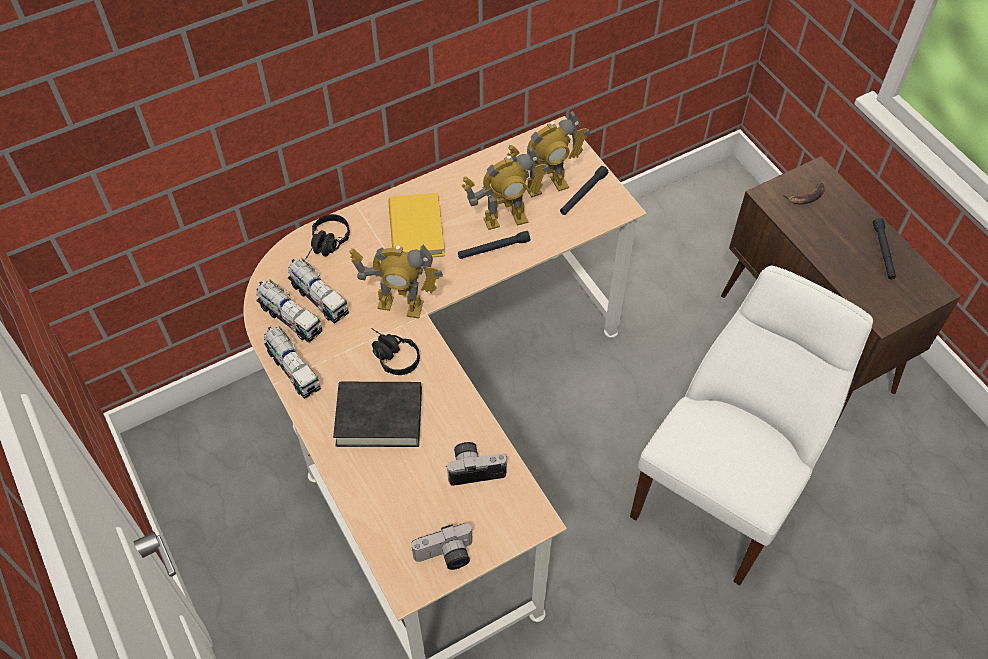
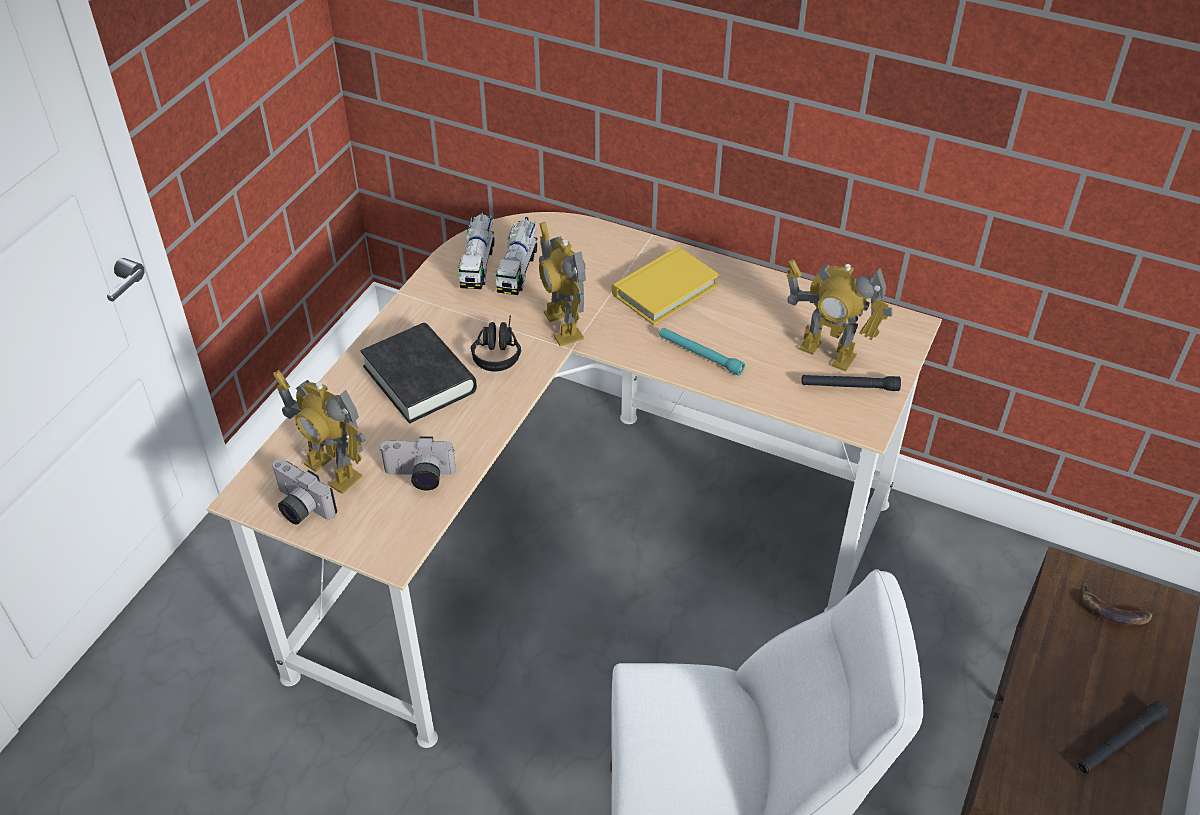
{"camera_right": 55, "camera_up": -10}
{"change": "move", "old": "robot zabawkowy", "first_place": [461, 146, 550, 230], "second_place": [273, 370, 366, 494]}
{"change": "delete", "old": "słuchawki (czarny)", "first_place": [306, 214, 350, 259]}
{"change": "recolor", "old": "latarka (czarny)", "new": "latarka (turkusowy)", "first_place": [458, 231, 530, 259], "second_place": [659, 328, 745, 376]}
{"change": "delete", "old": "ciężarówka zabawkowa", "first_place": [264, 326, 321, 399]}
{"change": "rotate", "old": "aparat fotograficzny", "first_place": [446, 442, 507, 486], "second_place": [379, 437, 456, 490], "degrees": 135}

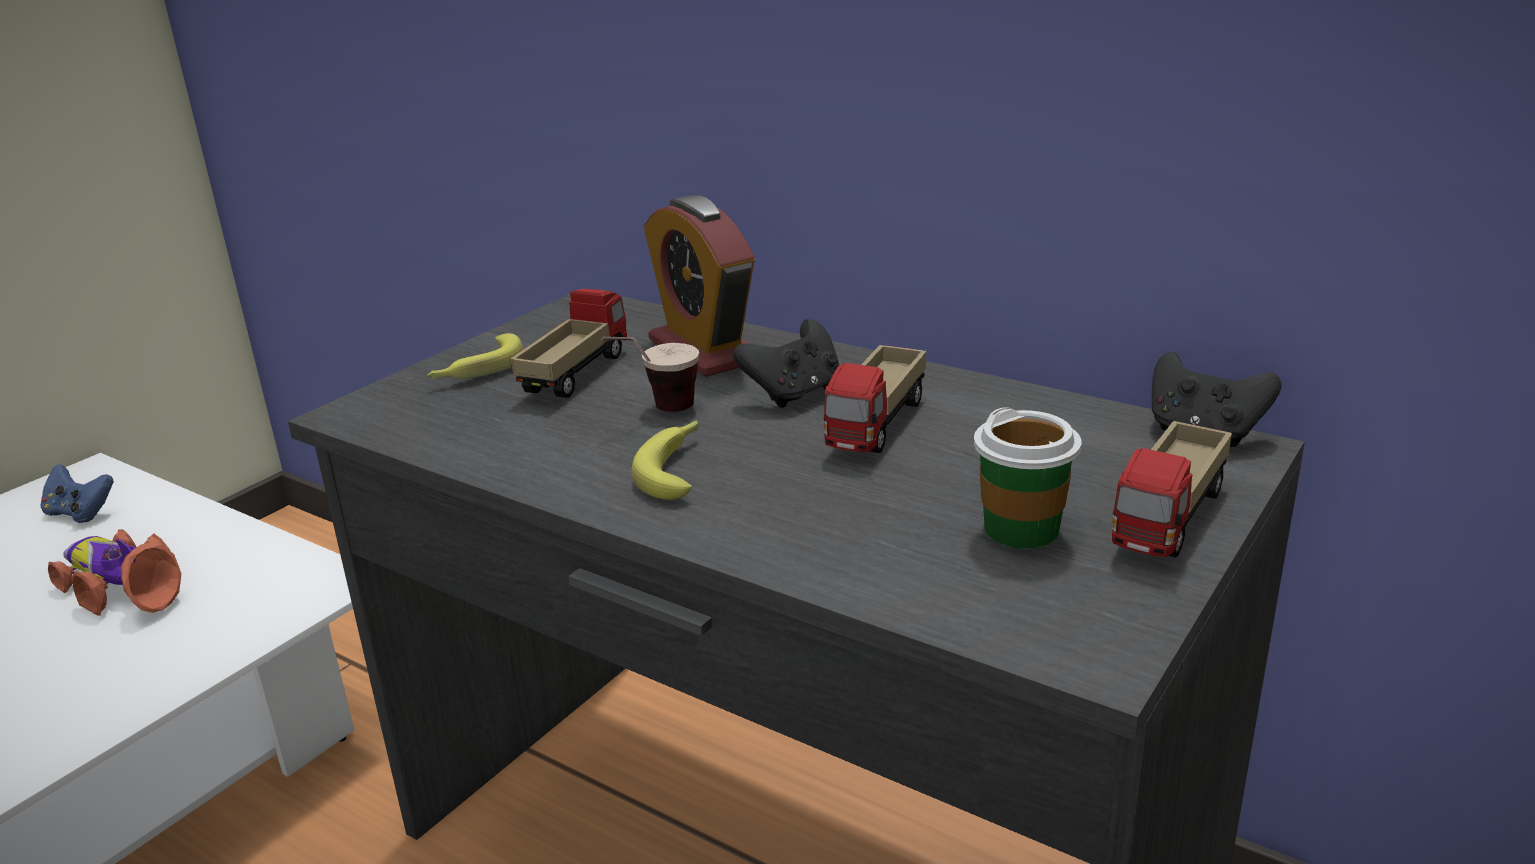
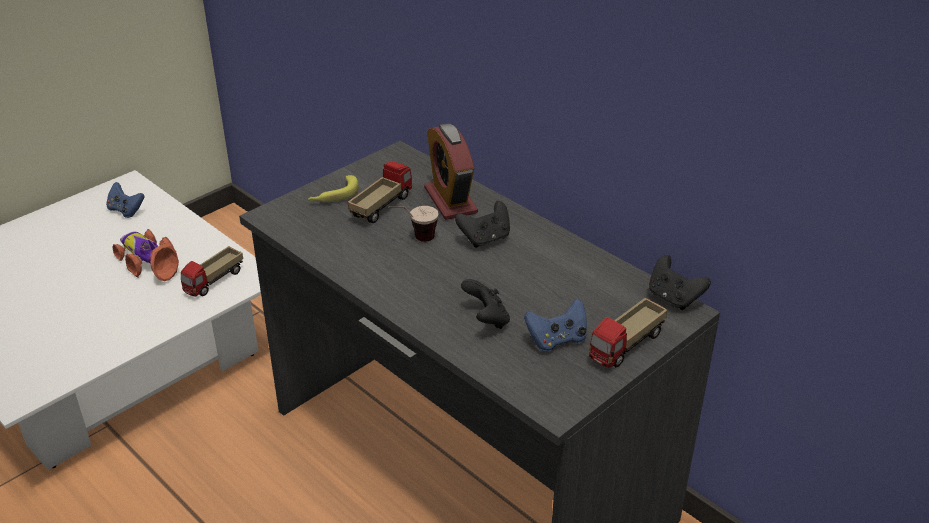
{"camera_right": 10, "camera_up": 10}
{"change": "move", "old": "ciężarówka zabawkowa", "first_place": [824, 345, 926, 453], "second_place": [181, 246, 243, 297]}
{"change": "replace", "old": "filiżanka", "new": "pad do gier (niebieski)", "first_place": [974, 407, 1082, 549], "second_place": [524, 299, 587, 352]}
{"change": "delete", "old": "banan", "first_place": [632, 420, 698, 500]}
{"change": "insert", "new": "pad do gier (czarny)", "second_place": [461, 279, 510, 329]}

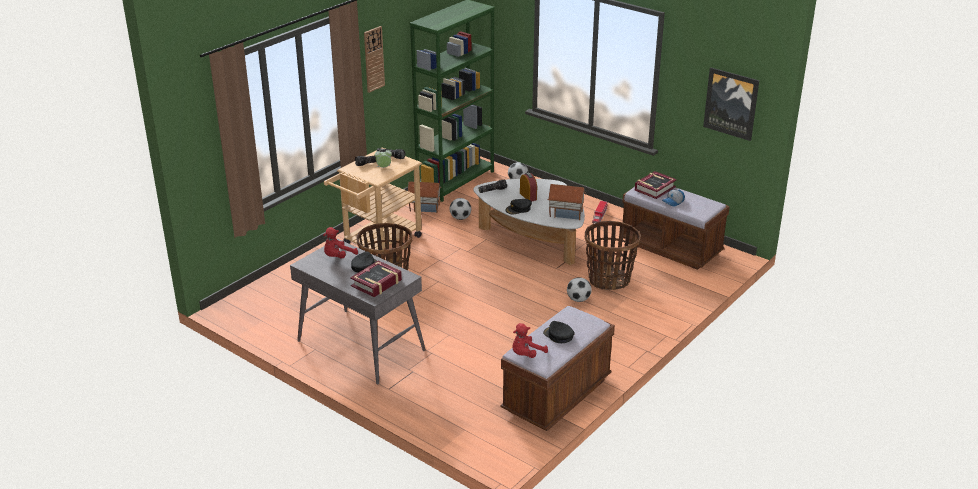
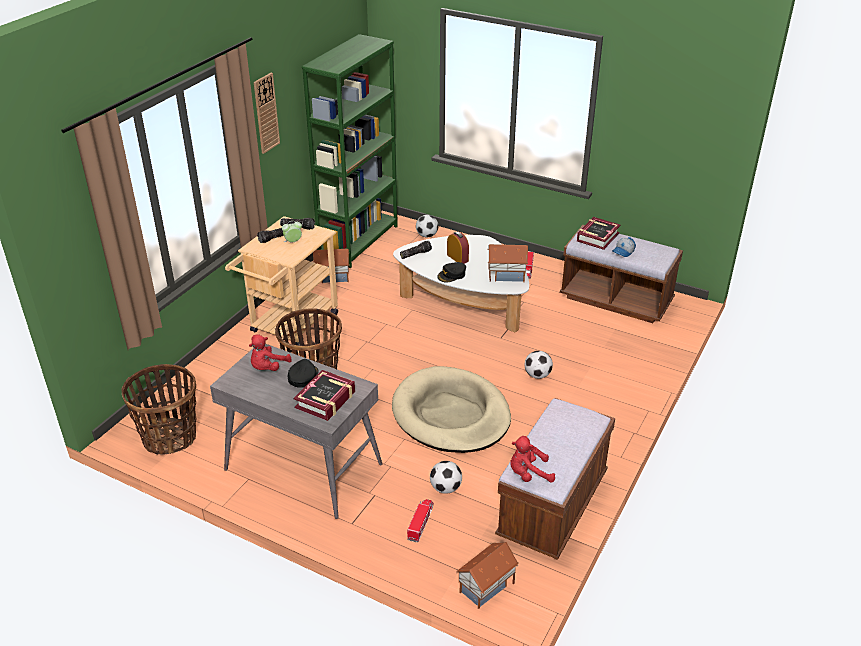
{"camera_right": -10, "camera_up": 5}
{"change": "delete", "old": "obraz", "first_place": [703, 68, 759, 141]}
{"change": "move", "old": "piłka futbolowa", "first_place": [450, 198, 471, 220], "second_place": [430, 461, 462, 494]}
{"change": "move", "old": "koszyk", "first_place": [585, 221, 641, 290], "second_place": [121, 364, 196, 455]}
{"change": "delete", "old": "czapka z daszkiem (czarny)", "first_place": [543, 321, 575, 343]}
{"change": "rotate", "old": "pluszak (czerwony)", "first_place": [512, 323, 548, 358], "second_place": [510, 436, 555, 482], "degrees": 45}
{"change": "insert", "new": "legowisko (beżowy)", "second_place": [392, 366, 511, 453]}
{"change": "insert", "new": "ciężarówka zabawkowa", "second_place": [407, 499, 434, 542]}
{"change": "insert", "new": "domek", "second_place": [456, 542, 519, 609]}

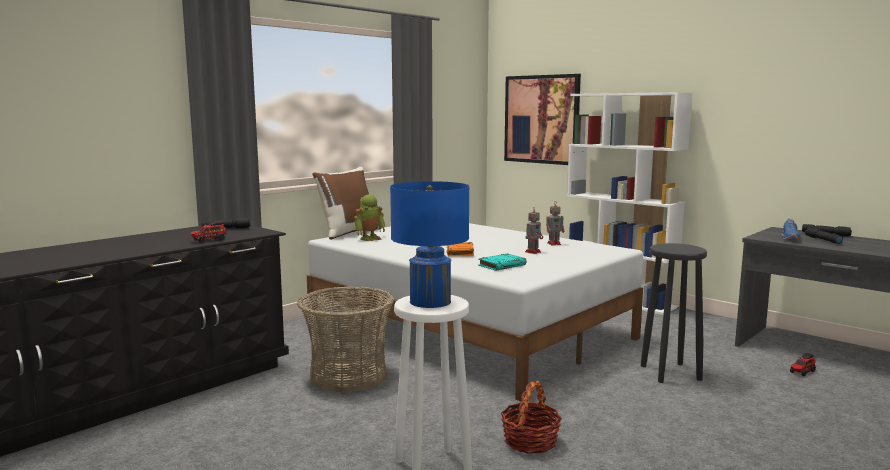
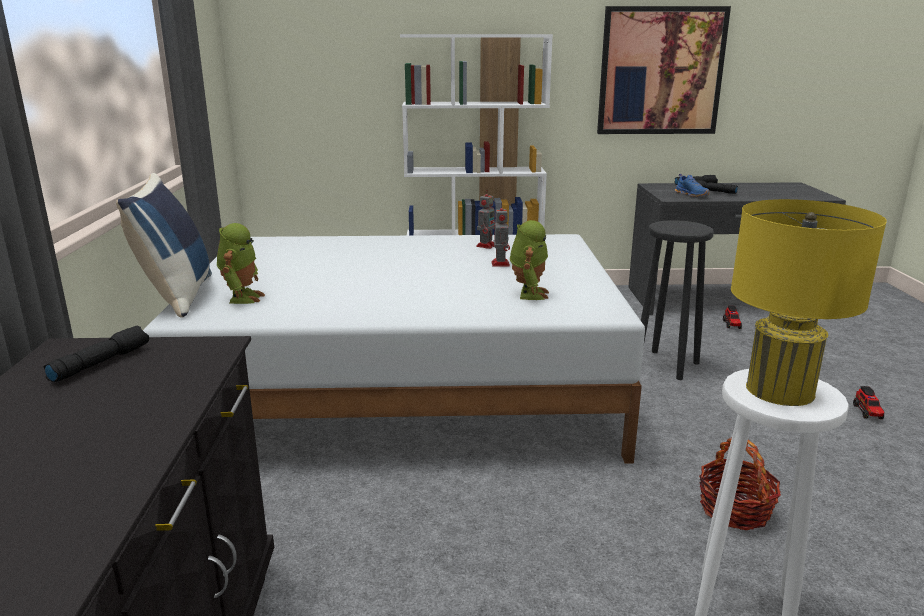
{"camera_right": -45, "camera_up": 10}
{"change": "move", "old": "obraz", "first_place": [504, 74, 581, 165], "second_place": [597, 6, 731, 134]}
{"change": "recolor", "old": "poduszka (brązowy)", "new": "poduszka (niebieski)", "first_place": [312, 167, 380, 240], "second_place": [116, 173, 212, 318]}
{"change": "recolor", "old": "lampa stołowa (niebieski)", "new": "lampa stołowa (żółty)", "first_place": [390, 181, 470, 308], "second_place": [731, 199, 887, 406]}
{"change": "move", "old": "ciężarówka zabawkowa", "first_place": [190, 222, 227, 243], "second_place": [853, 386, 885, 419]}
{"change": "delete", "old": "książka (pomarańczowy)", "first_place": [447, 242, 474, 256]}
{"change": "replace", "old": "książka (turkusowy)", "new": "robot zabawkowy", "first_place": [478, 253, 526, 271], "second_place": [510, 220, 549, 300]}
{"change": "delete", "old": "koszyk", "first_place": [297, 286, 394, 392]}

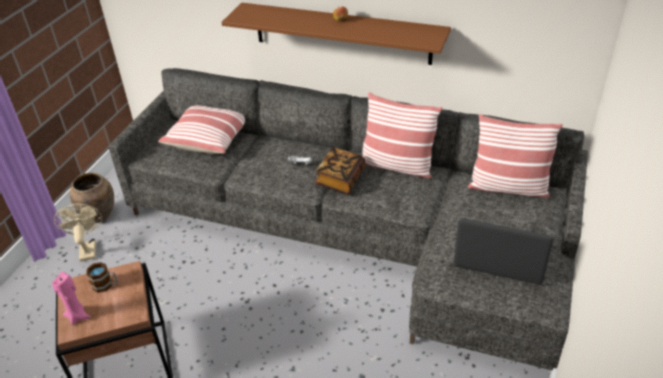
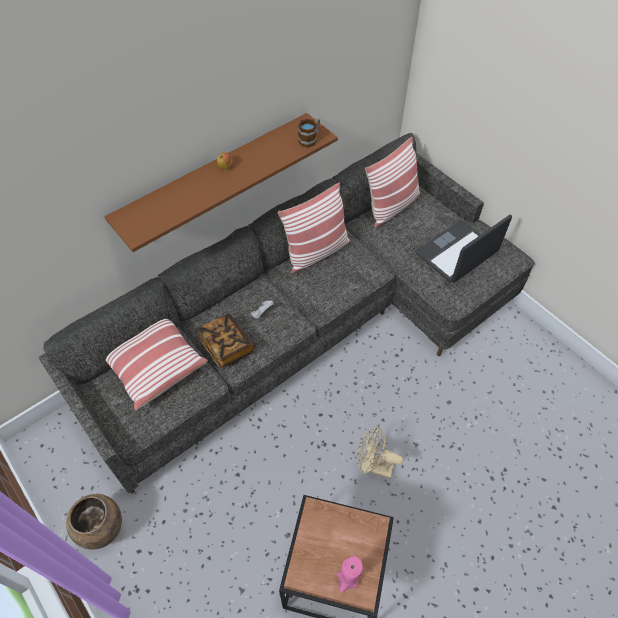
{"camera_right": -60, "camera_up": 15}
{"change": "move", "old": "książka", "first_place": [315, 148, 365, 195], "second_place": [198, 314, 254, 368]}
{"change": "move", "old": "wentylator (beżowy)", "first_place": [54, 204, 103, 262], "second_place": [357, 426, 403, 478]}
{"change": "move", "old": "kubek", "first_place": [86, 262, 118, 293], "second_place": [298, 119, 320, 148]}

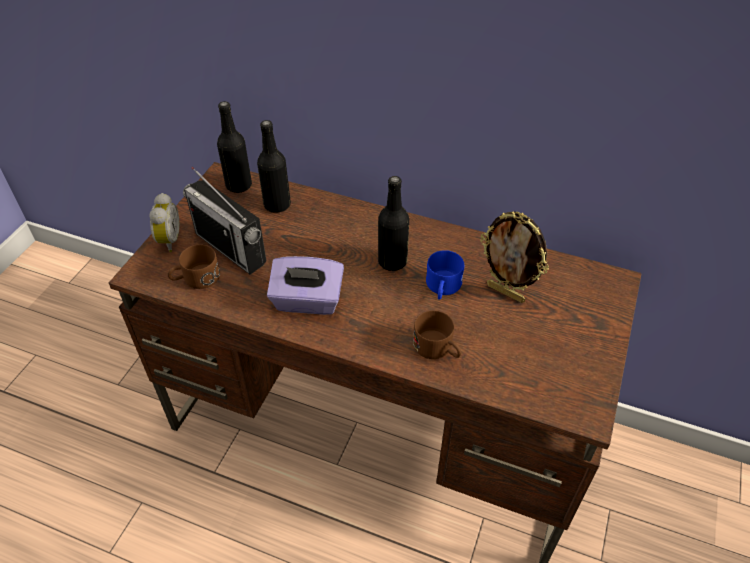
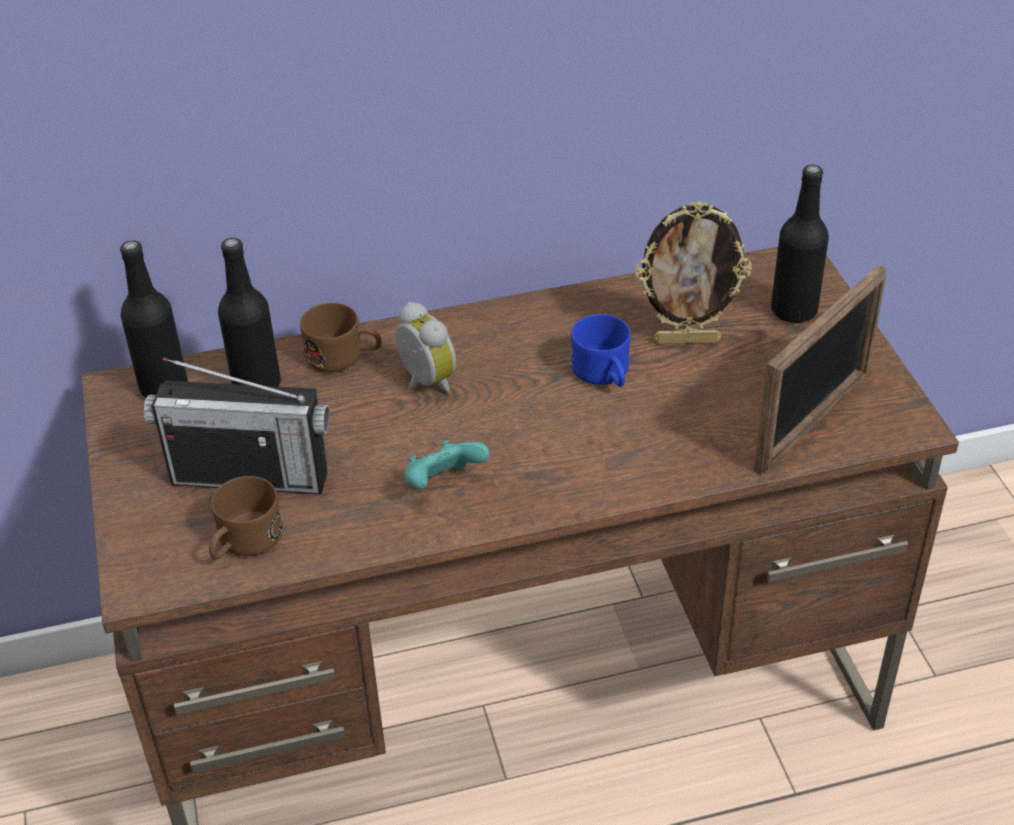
{"camera_right": -35, "camera_up": -5}
{"change": "move", "old": "butelka (czarny)", "first_place": [378, 176, 409, 271], "second_place": [771, 165, 829, 323]}
{"change": "move", "old": "budzik", "first_place": [149, 193, 179, 252], "second_place": [395, 302, 456, 394]}
{"change": "replace", "old": "pudełko chusteczek (fioletowy)", "new": "pad do gier (turkusowy)", "first_place": [267, 256, 344, 315], "second_place": [404, 440, 490, 490]}
{"change": "move", "old": "kubek (brązowy)", "first_place": [413, 310, 461, 359], "second_place": [300, 303, 382, 372]}
{"change": "insert", "new": "ramka na zdjęcie", "second_place": [754, 264, 886, 475]}

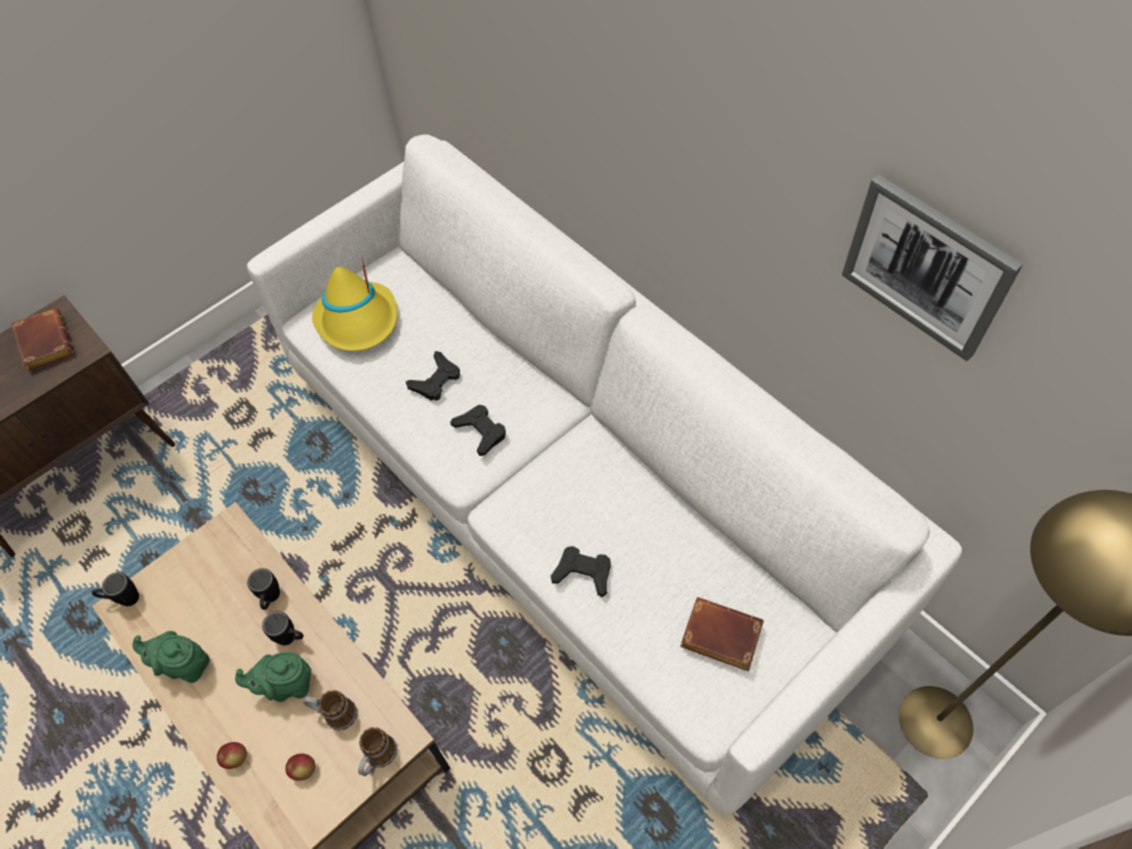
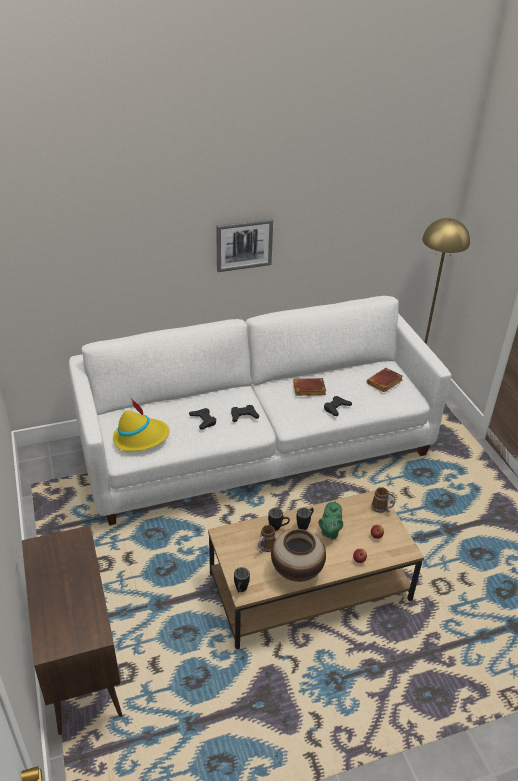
{"camera_right": -70, "camera_up": -20}
{"change": "move", "old": "obraz", "first_place": [842, 174, 1023, 361], "second_place": [216, 219, 273, 272]}
{"change": "move", "old": "książka (brązowy)", "first_place": [11, 308, 74, 371], "second_place": [293, 378, 326, 396]}
{"change": "replace", "old": "imbryk (zielony)", "new": "wazon", "first_place": [132, 631, 210, 683], "second_place": [271, 529, 326, 582]}
{"change": "move", "old": "kubek", "first_place": [303, 690, 357, 730], "second_place": [258, 525, 275, 553]}

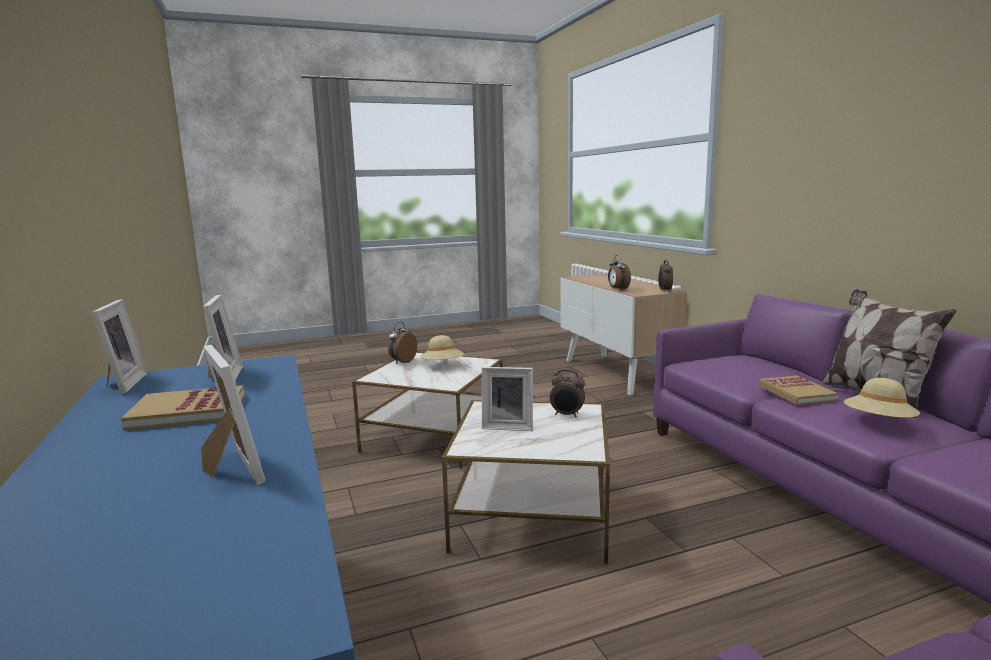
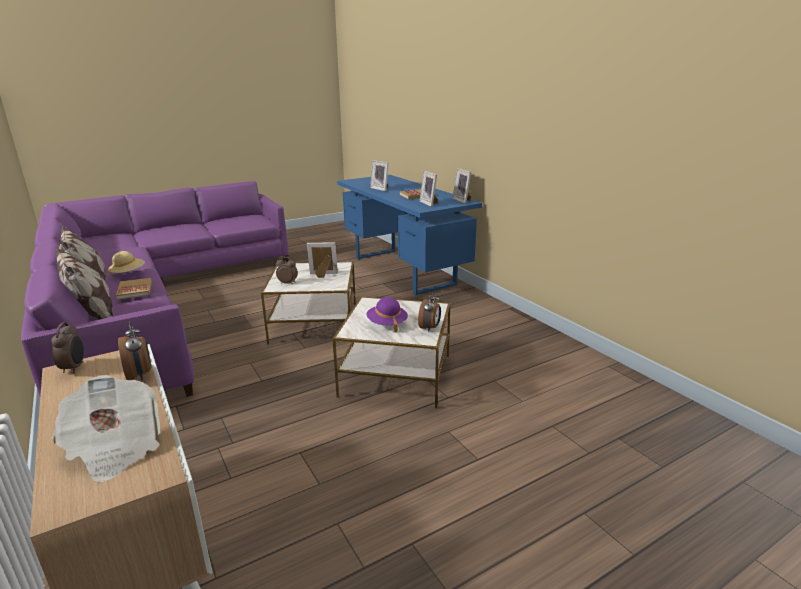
{"camera_right": 170, "camera_up": 10}
{"change": "recolor", "old": "kapelusz (beżowy)", "new": "kapelusz (fioletowy)", "first_place": [420, 335, 464, 360], "second_place": [366, 297, 408, 333]}
{"change": "insert", "new": "poduszka", "second_place": [56, 248, 114, 320]}
{"change": "insert", "new": "gazeta", "second_place": [52, 375, 160, 482]}

